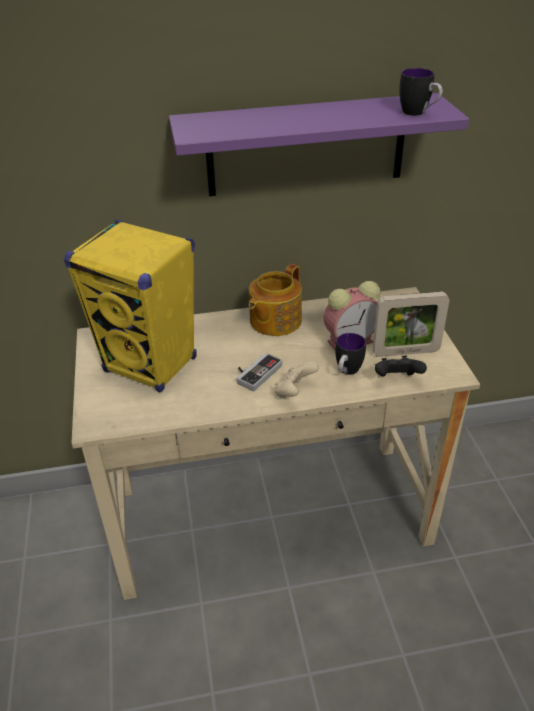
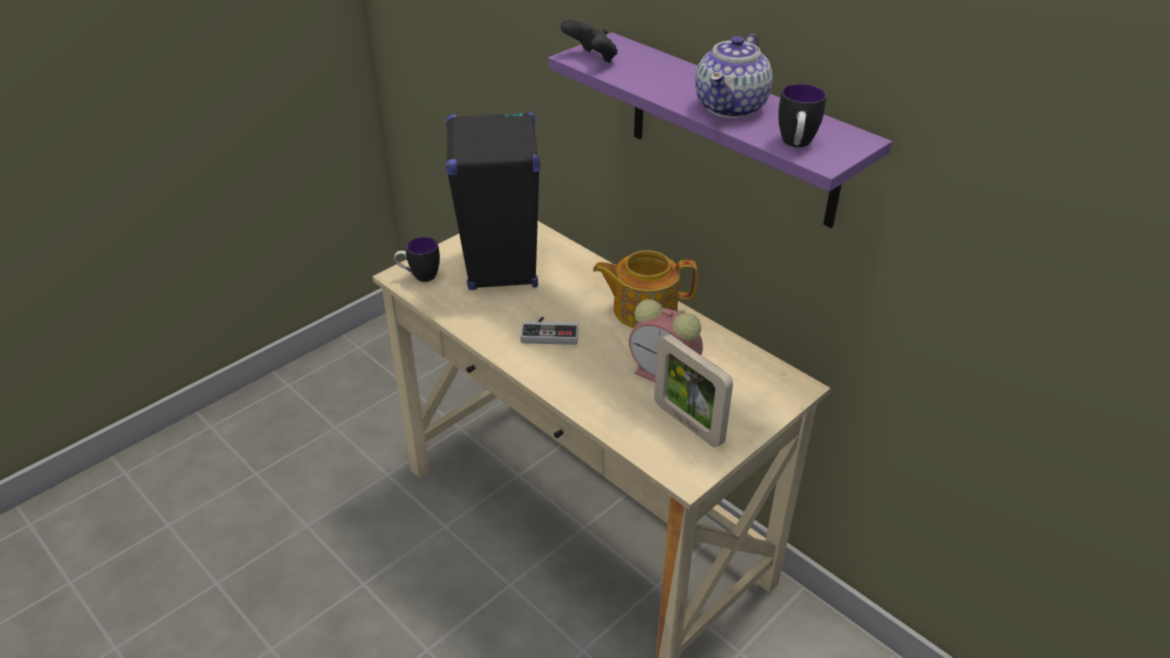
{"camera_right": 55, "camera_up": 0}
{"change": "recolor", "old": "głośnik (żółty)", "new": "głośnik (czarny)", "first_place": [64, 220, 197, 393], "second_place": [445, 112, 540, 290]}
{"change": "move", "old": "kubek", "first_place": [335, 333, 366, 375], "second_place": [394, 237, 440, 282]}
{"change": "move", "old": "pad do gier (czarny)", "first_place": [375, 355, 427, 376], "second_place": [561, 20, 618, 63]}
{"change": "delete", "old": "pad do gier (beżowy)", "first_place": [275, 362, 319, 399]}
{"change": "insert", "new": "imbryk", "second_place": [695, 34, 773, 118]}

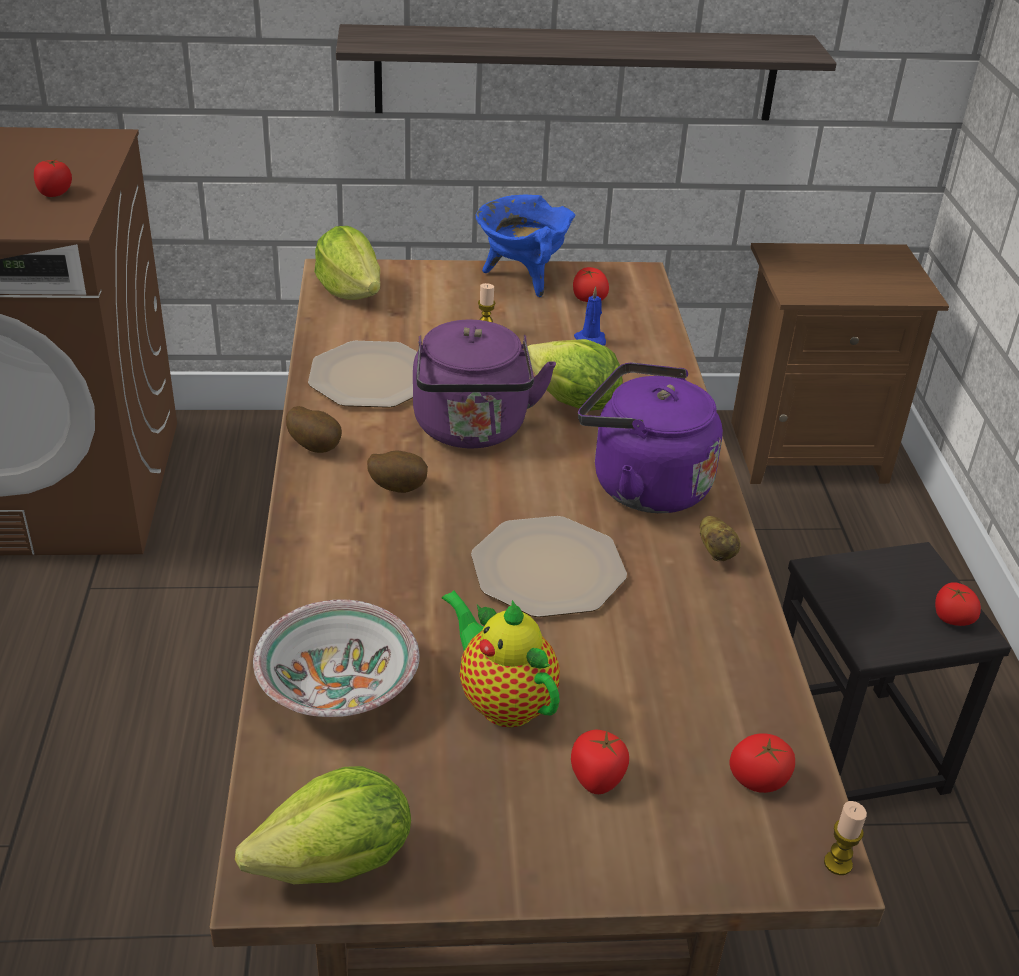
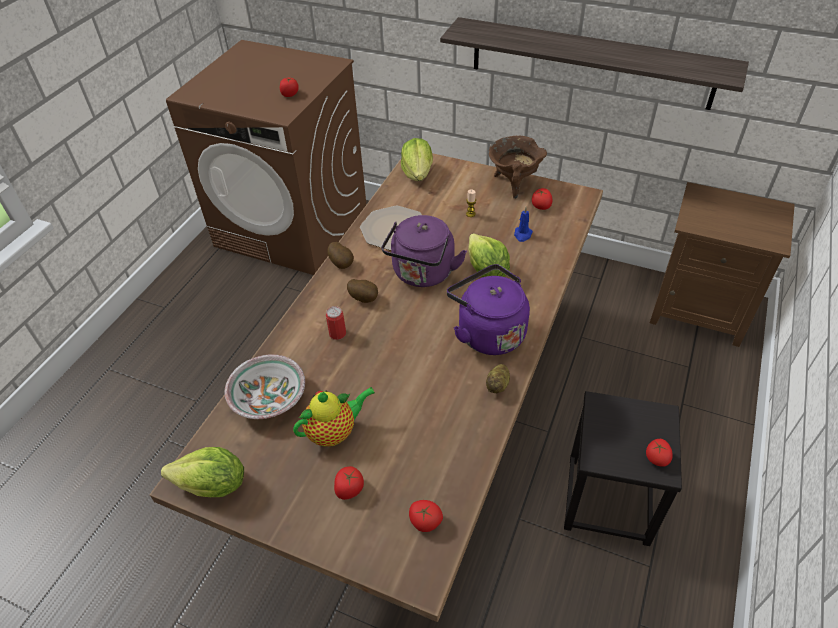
{"camera_right": 30, "camera_up": 10}
{"change": "recolor", "old": "garnek (niebieski)", "new": "garnek (brązowy)", "first_place": [475, 195, 575, 297], "second_place": [489, 136, 547, 199]}
{"change": "delete", "old": "talerz", "first_place": [471, 516, 627, 617]}
{"change": "rotate", "old": "imbryk", "first_place": [442, 590, 560, 727], "second_place": [293, 387, 375, 447], "degrees": 75}
{"change": "delete", "old": "świeca", "first_place": [824, 801, 867, 875]}
{"change": "insert", "new": "puszka", "second_place": [326, 306, 346, 340]}

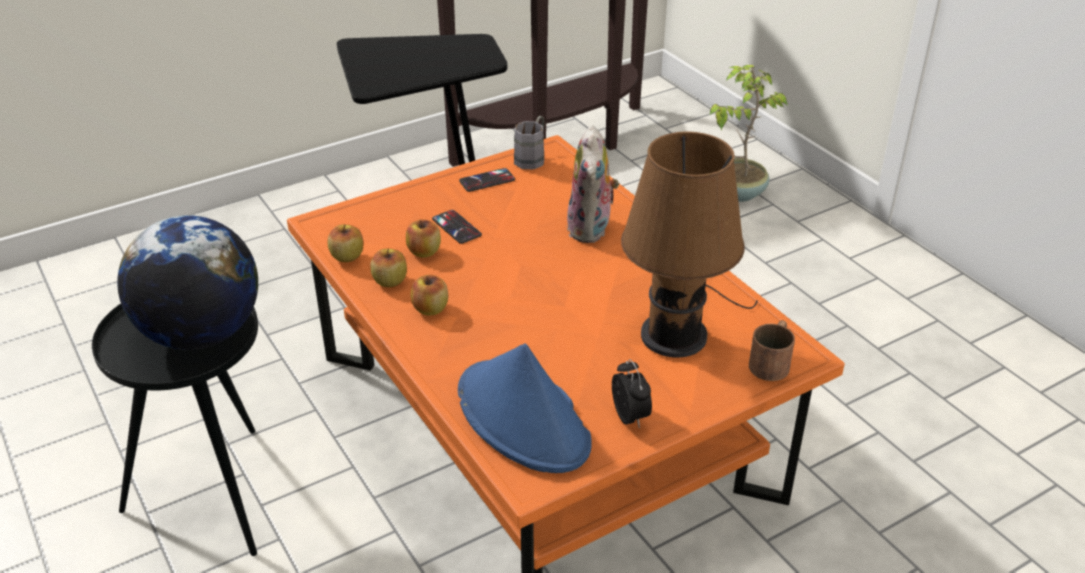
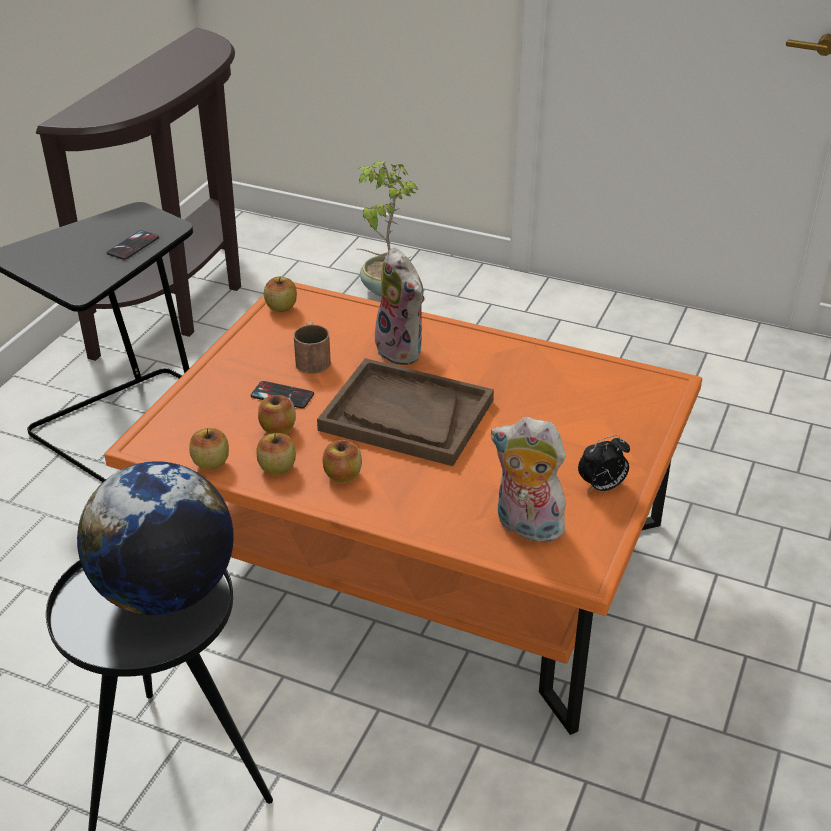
{"camera_right": -35, "camera_up": 0}
{"change": "replace", "old": "kubek (szary)", "new": "jabłko", "first_place": [514, 116, 544, 169], "second_place": [264, 276, 297, 312]}
{"change": "delete", "old": "lampa stołowa (brązowy)", "first_place": [621, 132, 758, 358]}
{"change": "move", "old": "telefon", "first_place": [459, 168, 515, 192], "second_place": [107, 230, 159, 260]}
{"change": "move", "old": "kubek (brązowy)", "first_place": [749, 320, 795, 381], "second_place": [293, 321, 331, 374]}
{"change": "replace", "old": "kapelusz (niebieski)", "new": "pluszak", "first_place": [458, 343, 591, 473], "second_place": [491, 417, 566, 545]}
{"change": "rotate", "old": "budzik", "first_place": [612, 359, 652, 428], "second_place": [578, 435, 630, 493], "degrees": 120}
{"change": "insert", "new": "taca (brązowy)", "second_place": [317, 358, 494, 466]}

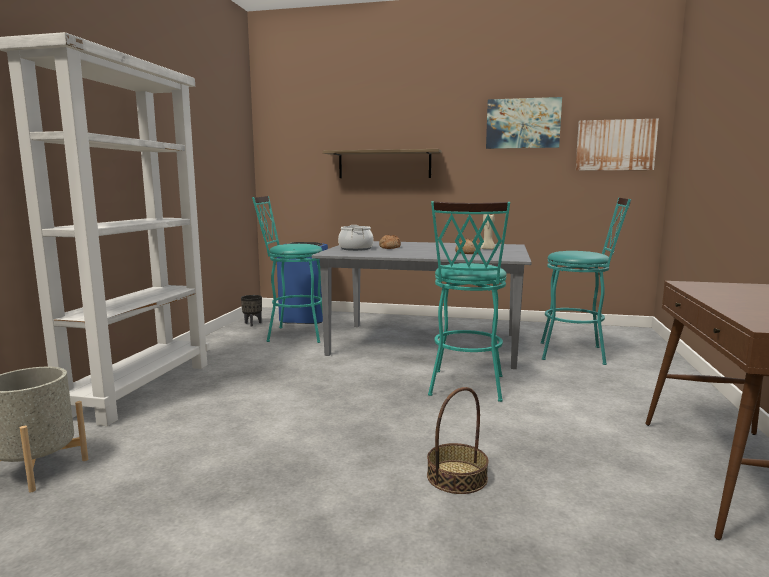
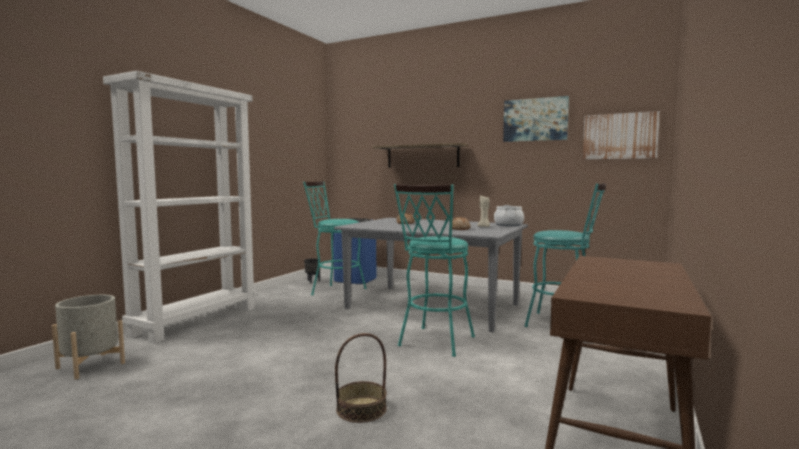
{"camera_right": 15, "camera_up": -5}
{"change": "move", "old": "garnek", "first_place": [338, 225, 374, 251], "second_place": [494, 205, 524, 226]}

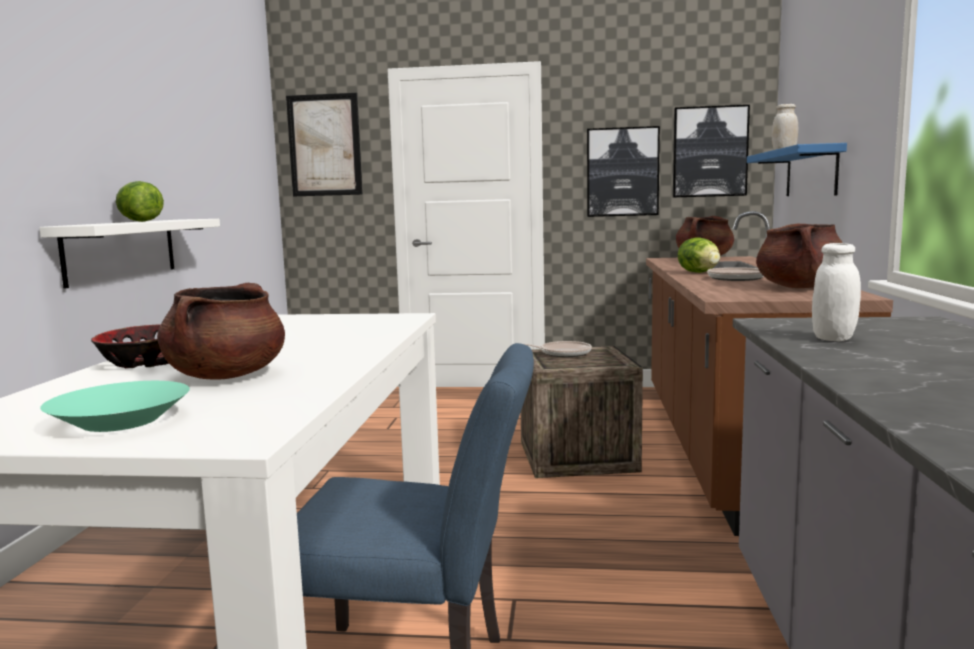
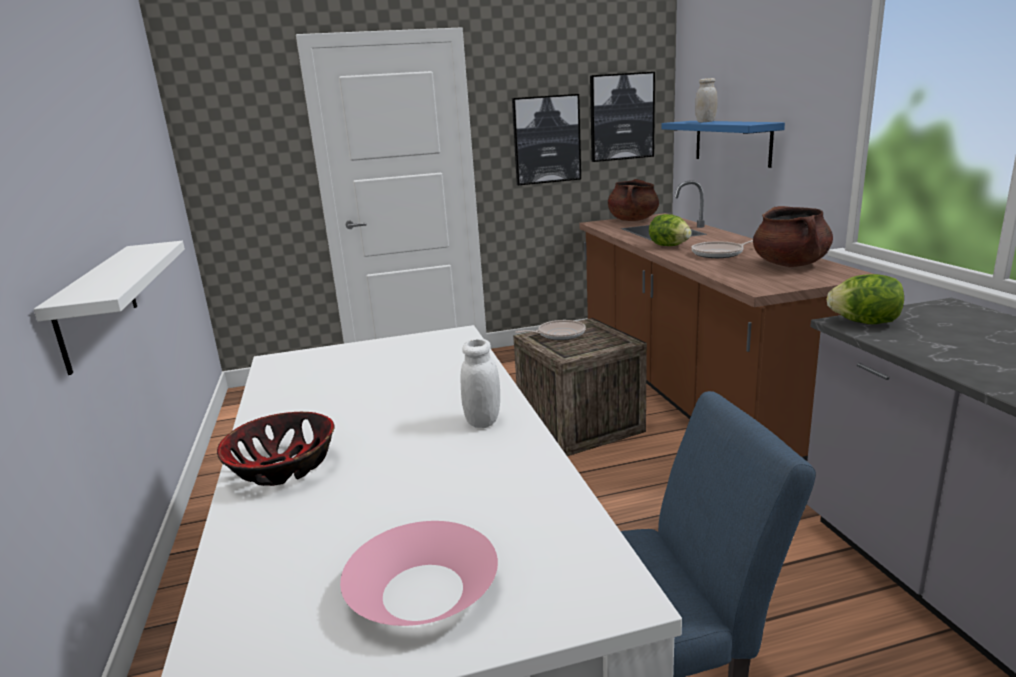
{"camera_right": -20, "camera_up": 10}
{"change": "delete", "old": "obraz", "first_place": [286, 93, 363, 196]}
{"change": "move", "old": "sałata", "first_place": [116, 181, 164, 222], "second_place": [827, 274, 904, 324]}
{"change": "move", "old": "słoik (biały)", "first_place": [812, 243, 861, 341], "second_place": [460, 339, 500, 428]}
{"change": "delete", "old": "garnek (brązowy)", "first_place": [157, 283, 285, 380]}
{"change": "recolor", "old": "miska (turkusowy)", "new": "miska (różowy)", "first_place": [40, 381, 190, 432], "second_place": [340, 521, 498, 626]}

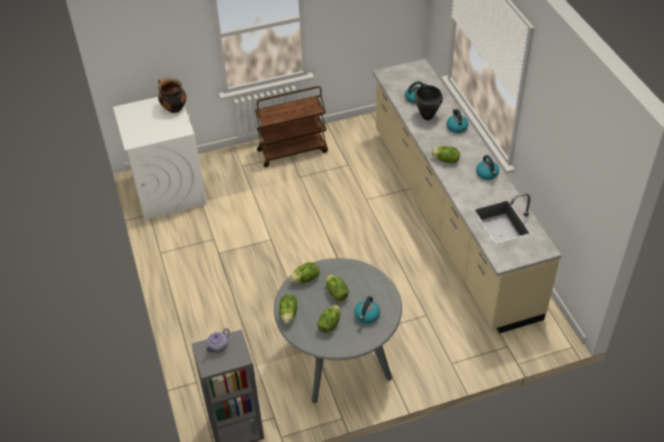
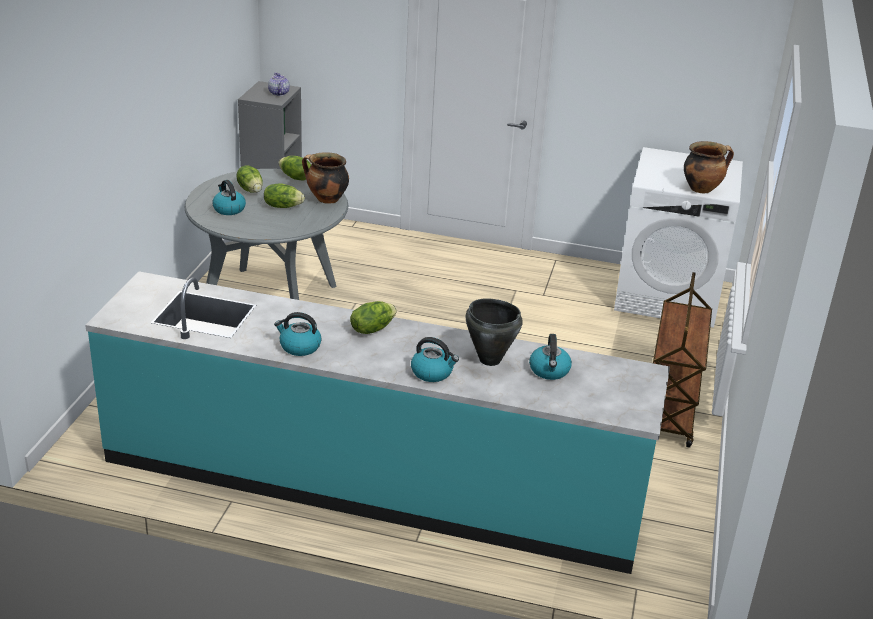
{"camera_right": 120, "camera_up": -15}
{"change": "recolor", "old": "zabudowa kuchenna (beżowy)", "new": "zabudowa kuchenna (turkusowy)", "first_place": [373, 59, 561, 334], "second_place": [85, 271, 670, 574]}
{"change": "replace", "old": "sałata", "new": "garnek", "first_place": [290, 262, 320, 283], "second_place": [302, 152, 349, 204]}

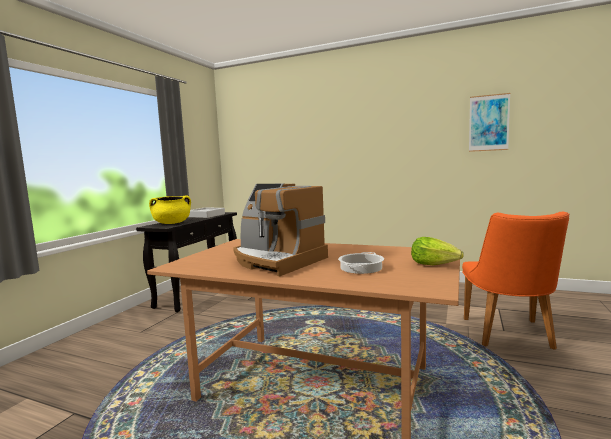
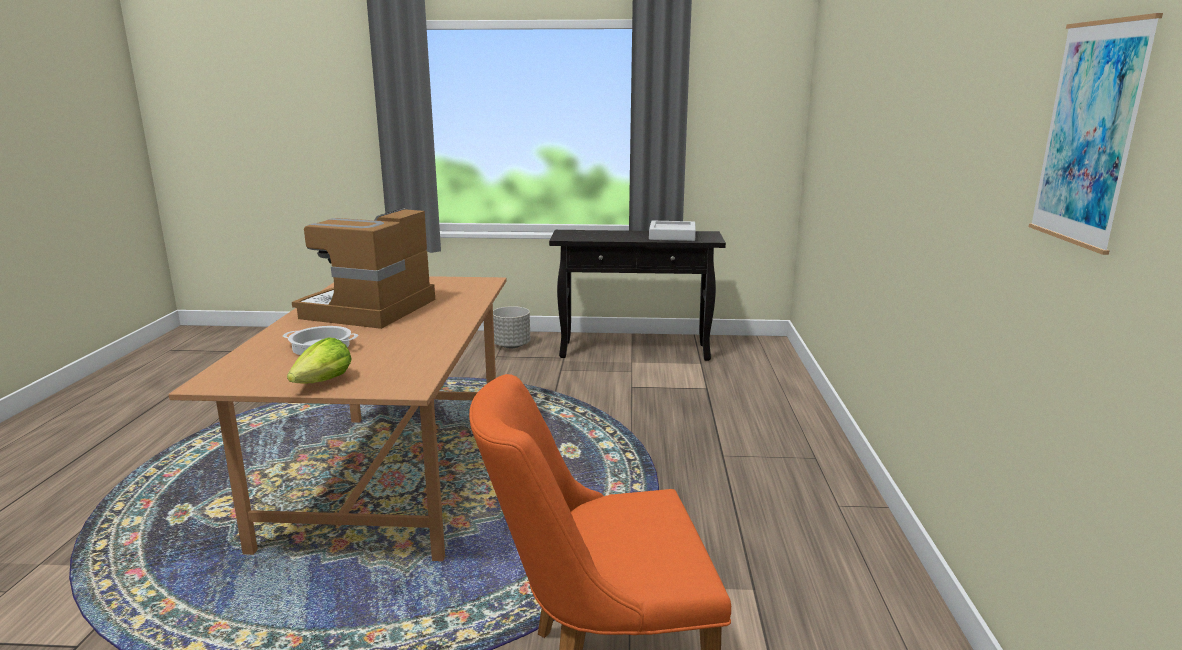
{"camera_right": 70, "camera_up": 10}
{"change": "delete", "old": "garnek (żółty)", "first_place": [149, 195, 191, 224]}
{"change": "insert", "new": "donica (szary)", "second_place": [493, 306, 530, 348]}

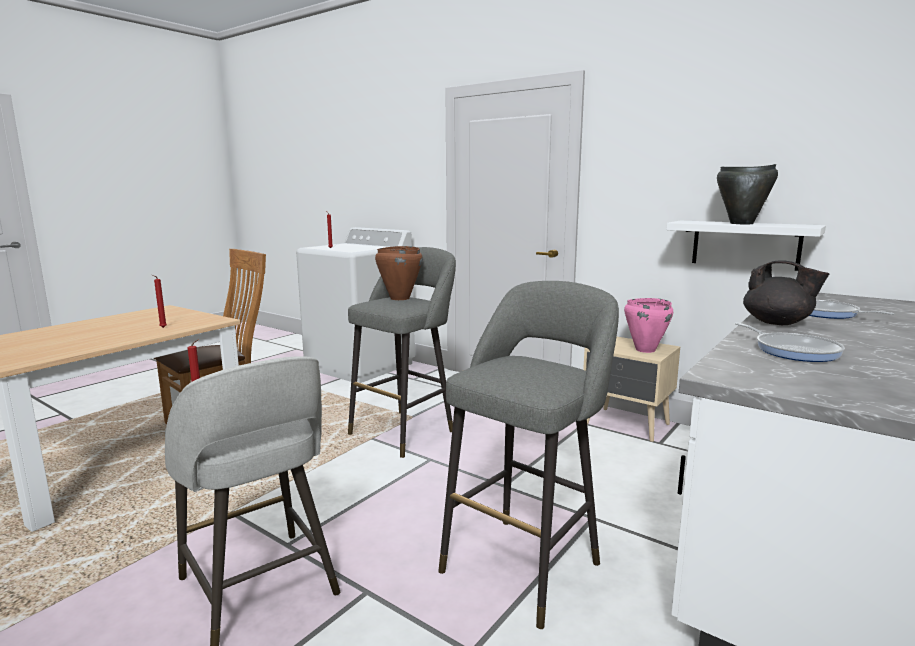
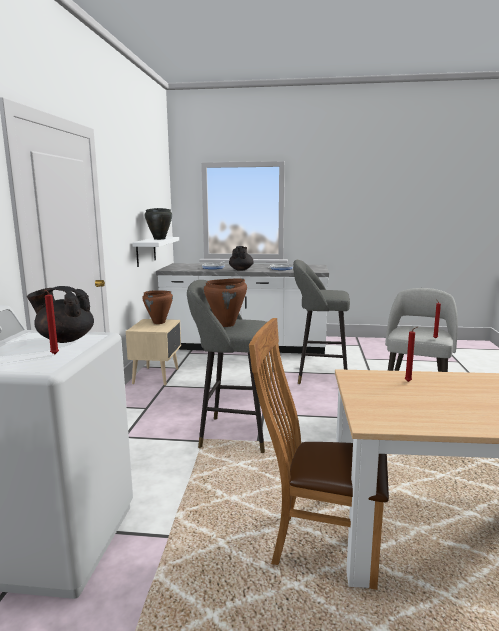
{"camera_right": -120, "camera_up": 0}
{"change": "recolor", "old": "garnek (różowy)", "new": "garnek (brązowy)", "first_place": [624, 298, 673, 353], "second_place": [142, 290, 173, 324]}
{"change": "insert", "new": "imbryk (czarny)", "second_place": [27, 286, 94, 343]}

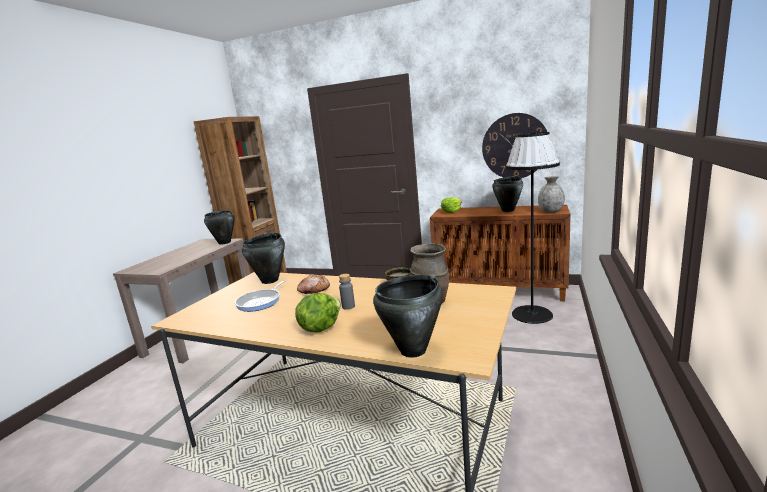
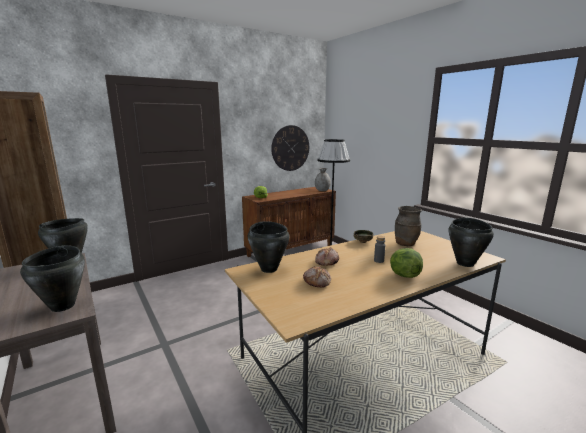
{"camera_right": -55, "camera_up": 0}
{"change": "move", "old": "garnek (czarny)", "first_place": [492, 176, 523, 212], "second_place": [20, 245, 85, 312]}
{"change": "replace", "old": "patelnia", "new": "chleb", "first_place": [235, 280, 286, 312], "second_place": [303, 267, 331, 288]}

